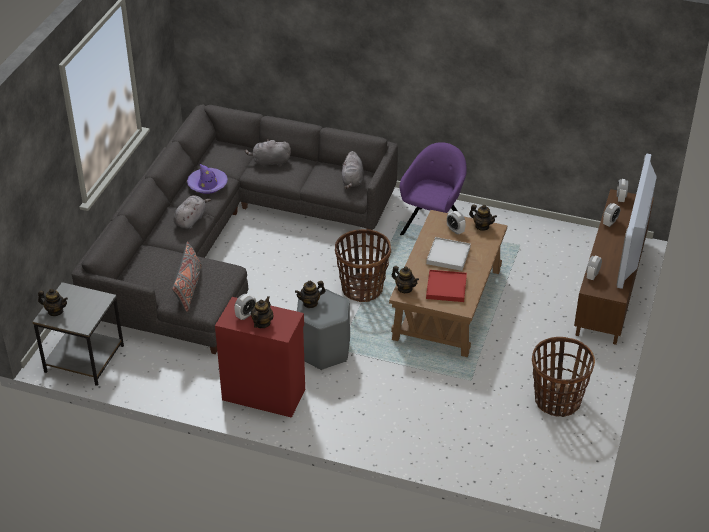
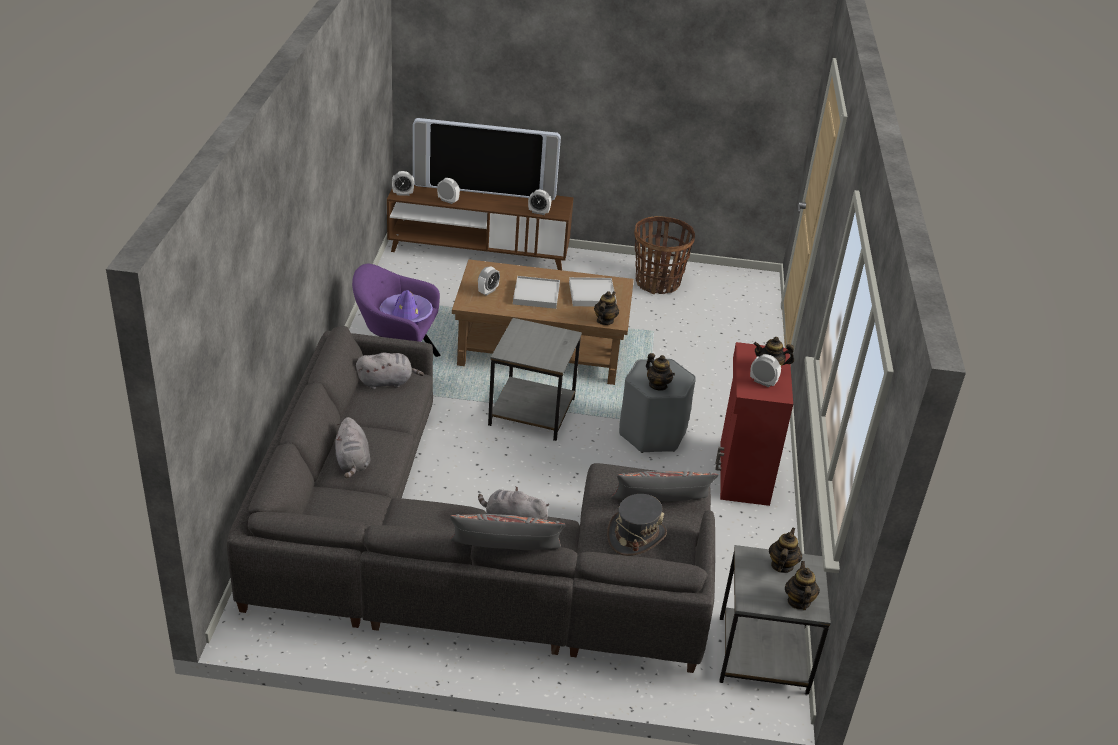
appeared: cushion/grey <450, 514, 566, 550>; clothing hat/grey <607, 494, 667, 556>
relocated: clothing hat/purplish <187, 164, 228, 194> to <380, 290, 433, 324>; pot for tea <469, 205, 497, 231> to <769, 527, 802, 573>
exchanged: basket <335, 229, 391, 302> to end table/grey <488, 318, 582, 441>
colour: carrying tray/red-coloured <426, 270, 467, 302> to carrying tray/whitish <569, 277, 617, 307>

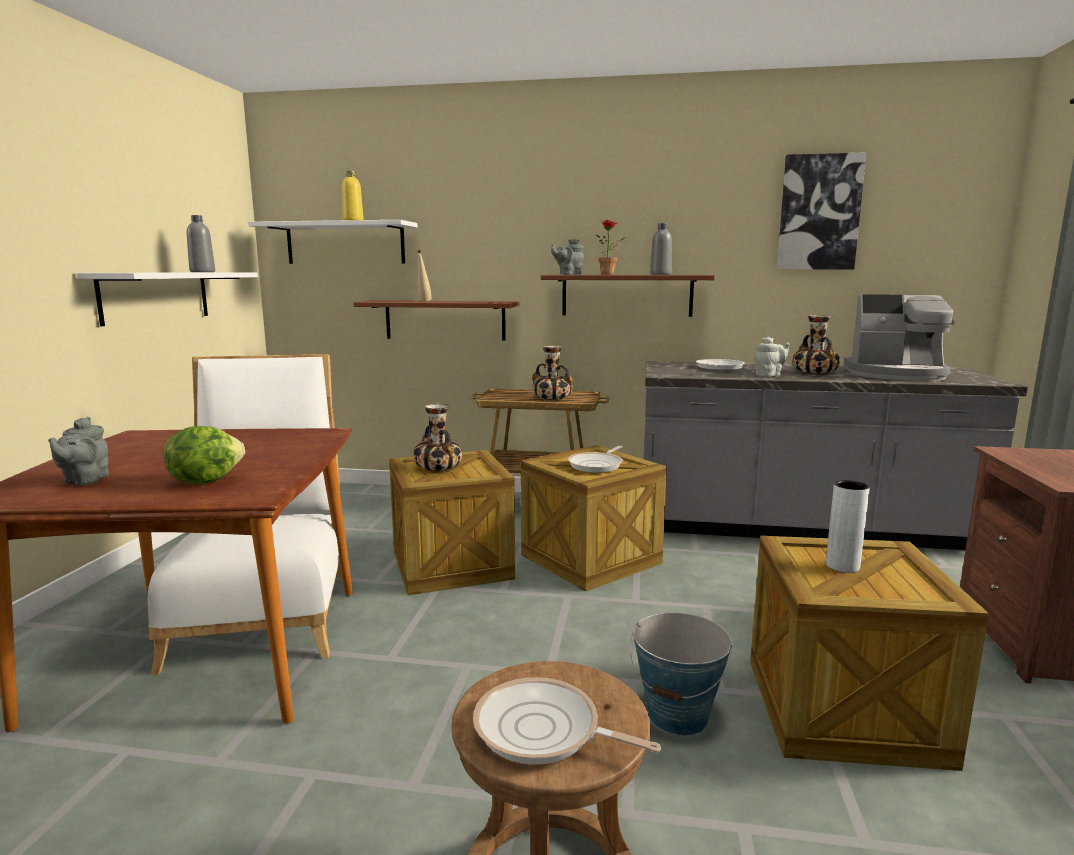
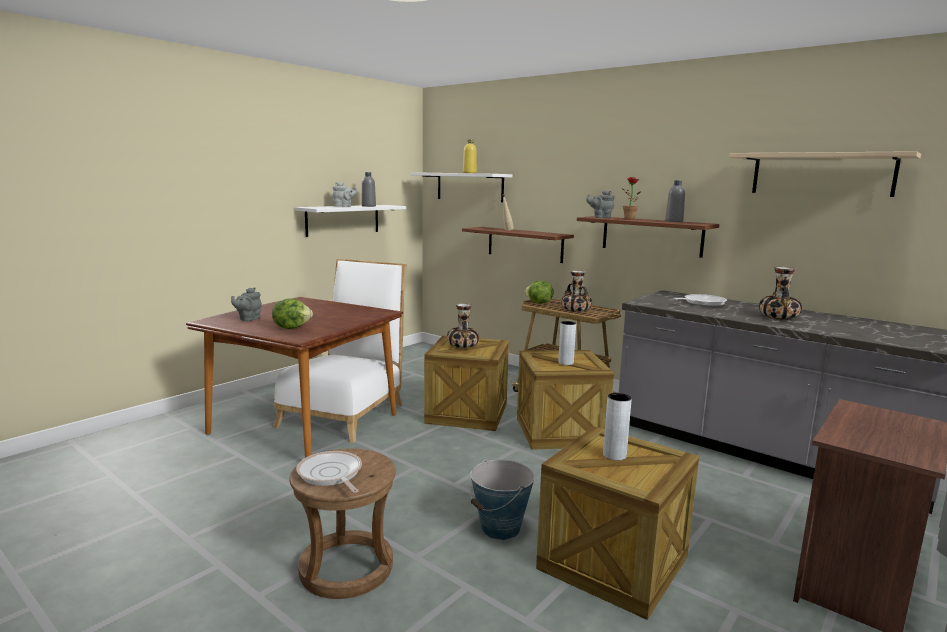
missing: coffee machine <844, 294, 955, 381>
appeared: head of lettuce <525, 281, 554, 304>
relocated: pot for tea/grey <755, 337, 789, 377> to <332, 182, 358, 207>
exchanged: frying pan <568, 446, 623, 473> to flower vase/grey <558, 321, 576, 365>; wall art <777, 152, 866, 270> to bracket shelf/beige <729, 151, 921, 197>

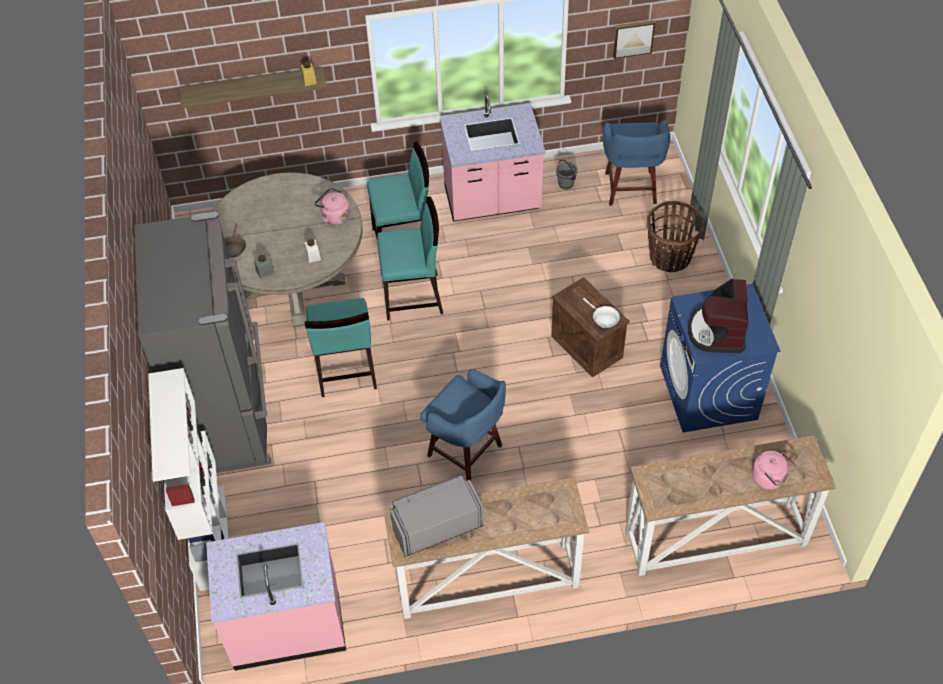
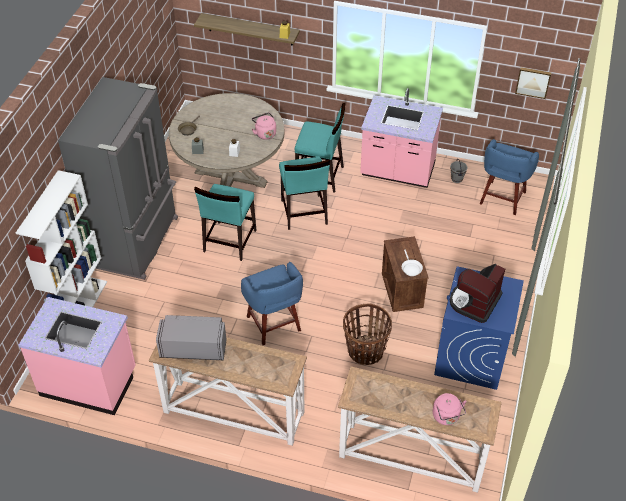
relocated: basket <647, 201, 704, 272> to <343, 304, 392, 365>
spun: chair/turquoise <377, 197, 443, 320> = <279, 157, 330, 230> 60 degrees clockwise

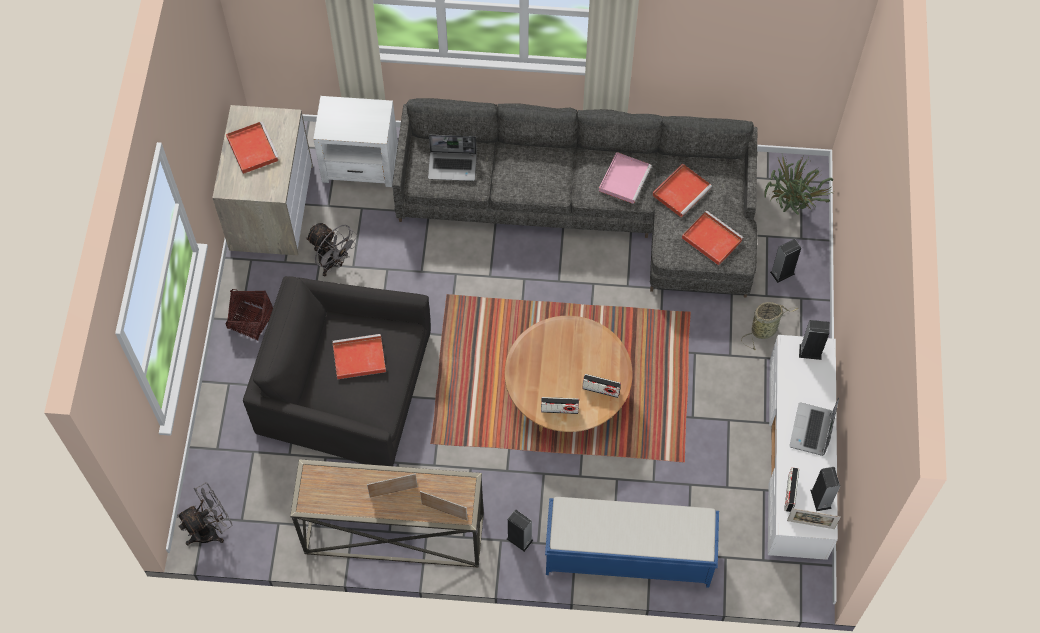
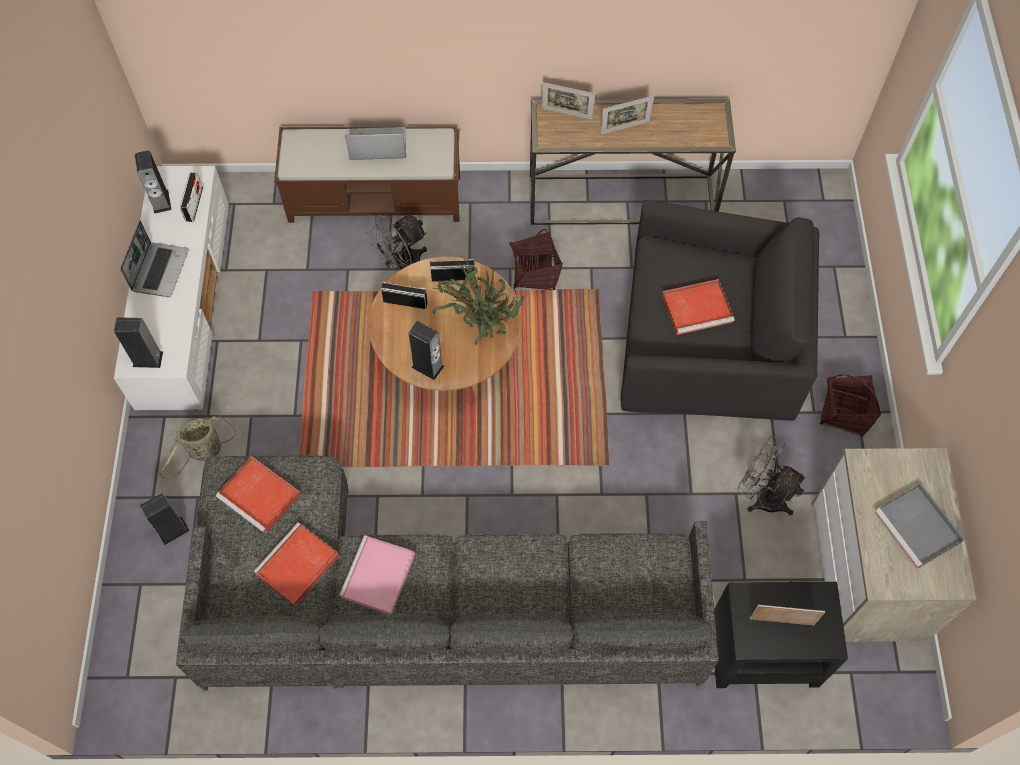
appeared: basket <510, 229, 563, 290>
relocated: fan/grey <176, 482, 233, 545> to <365, 214, 427, 272>; notebook computer <428, 135, 477, 181> to <345, 127, 406, 160>; speaker <507, 509, 534, 552> to <408, 321, 444, 380>; plant in a pot <764, 154, 834, 215> to <433, 257, 524, 345>; standing frame <787, 508, 841, 529> to <750, 605, 825, 625>
colour: carrying tray/red-coloured <226, 121, 279, 174> to carrying tray/grey <875, 484, 965, 569>; end table/whitish <313, 96, 398, 187> to end table/black-coloured <714, 582, 848, 688>; long seat/blue-coloured <545, 497, 719, 588> to long seat/brown <274, 126, 460, 223>

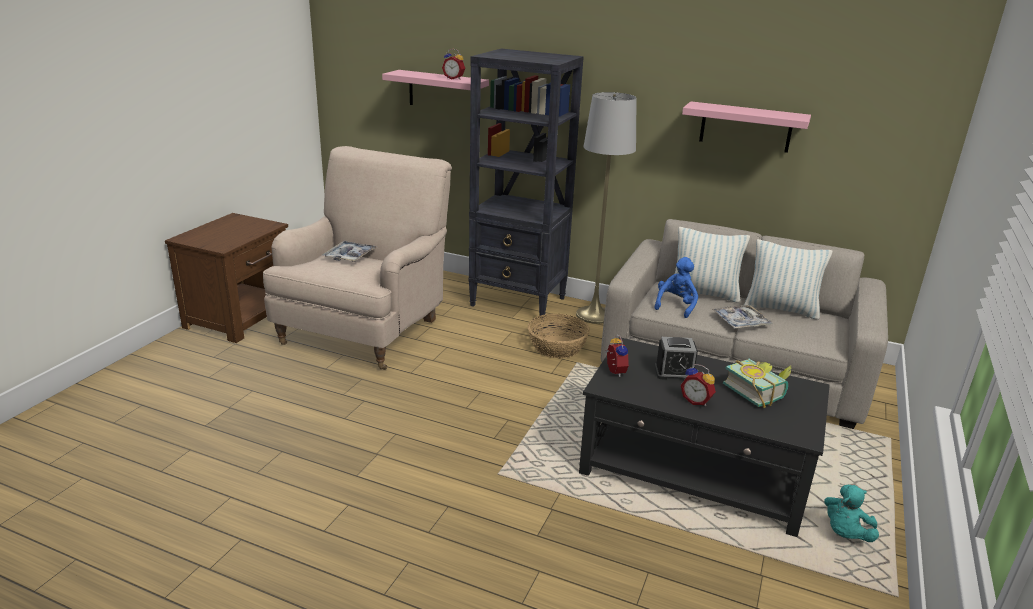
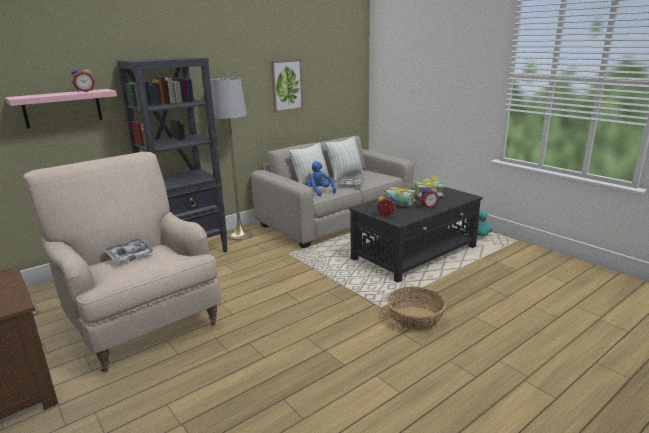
relocated: basket <528, 314, 590, 358> to <387, 286, 446, 331>
exchanged: alarm clock <654, 337, 698, 380> to bound book <383, 187, 416, 207>; bracket shelf/pinkish <682, 101, 811, 153> to wall art <271, 59, 303, 113>

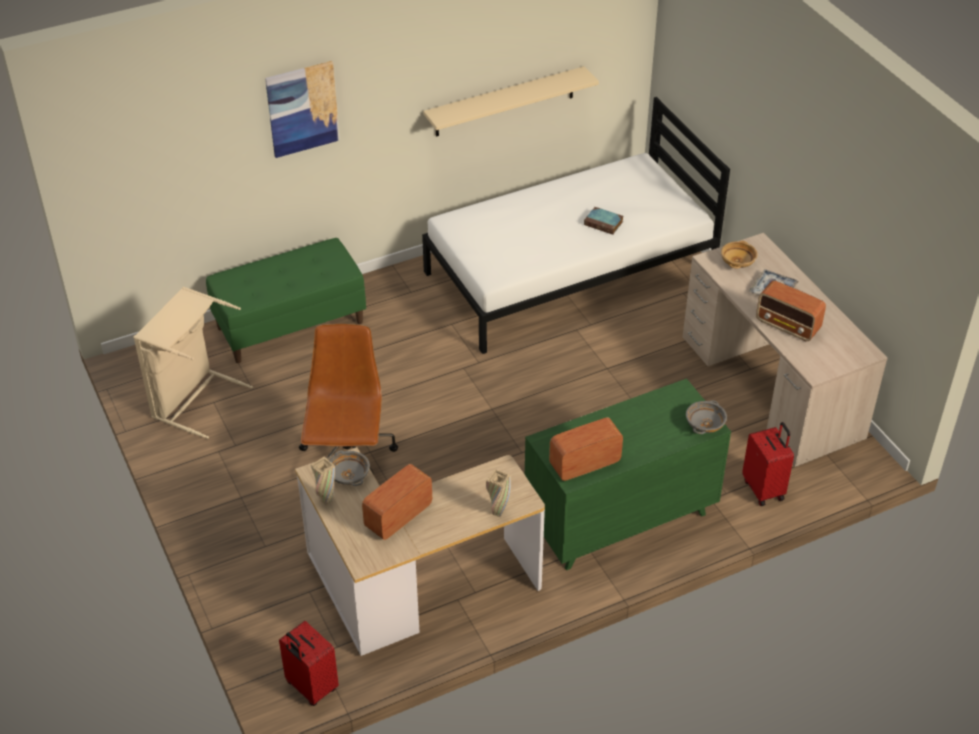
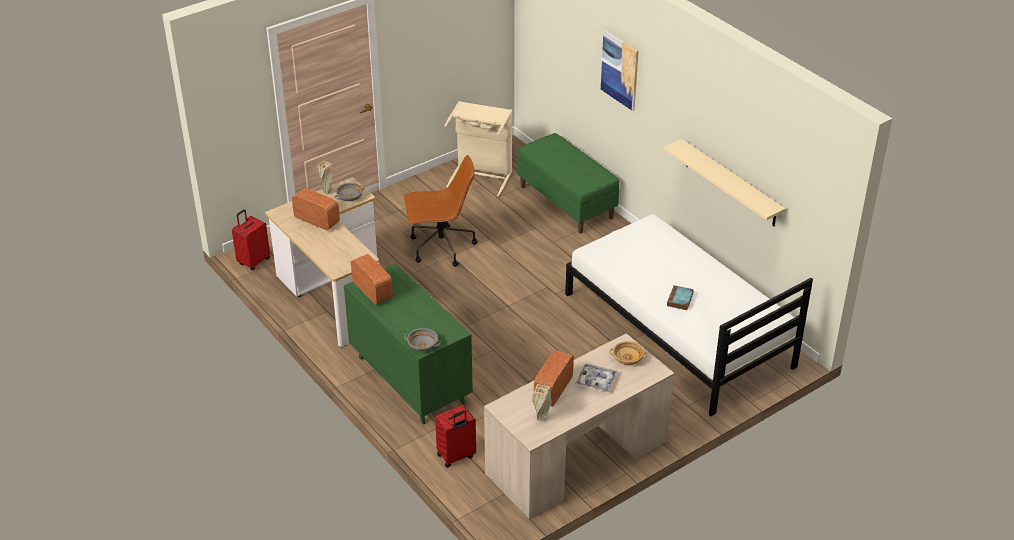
relocated: flower vase/beige <486, 469, 511, 517> to <532, 384, 551, 422>

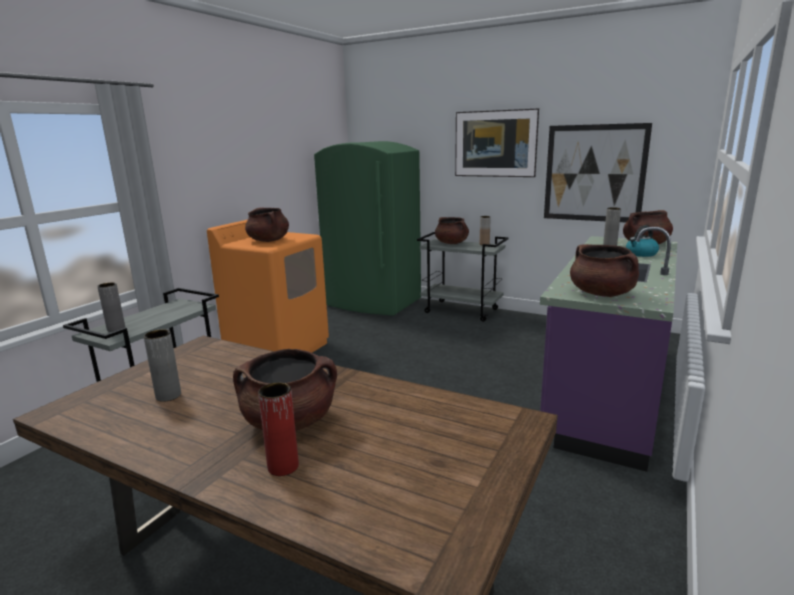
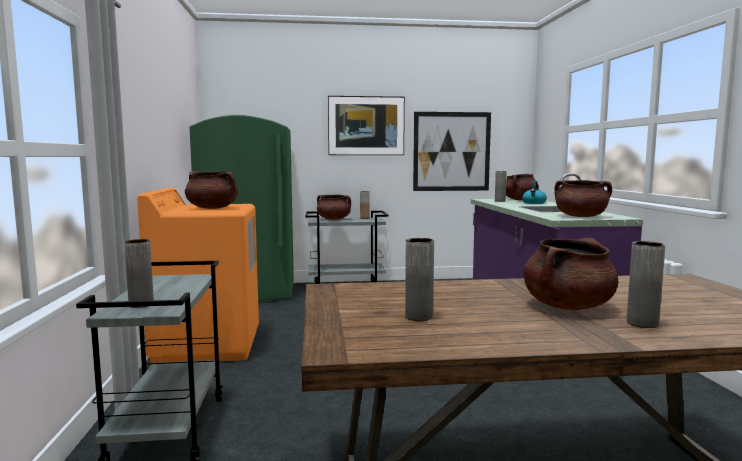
colour: flower vase/red-coloured <258, 383, 299, 476> to flower vase/grey <627, 241, 666, 328>

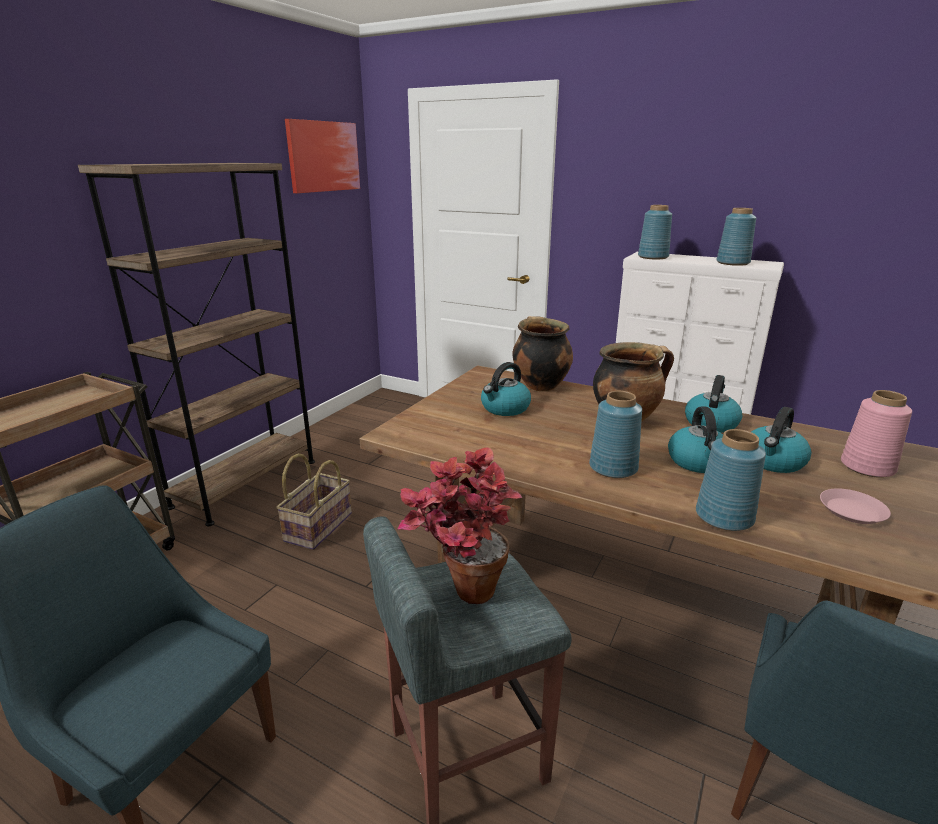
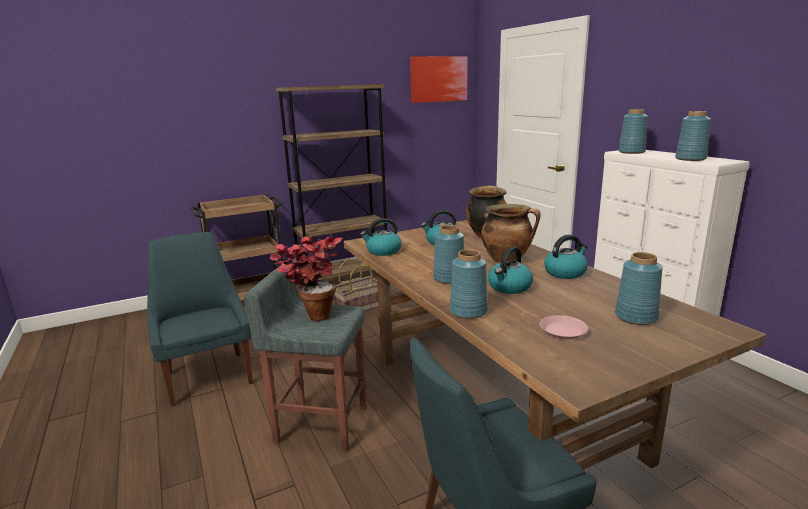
relocated: water kettle <751, 407, 812, 473> to <360, 218, 402, 256>
colour: flower vase/pinkish <841, 390, 912, 478> to flower vase/blue-coloured <615, 252, 663, 325>

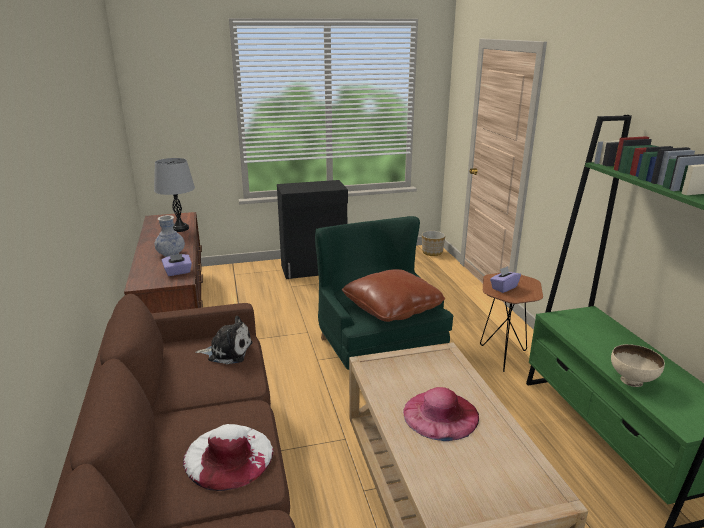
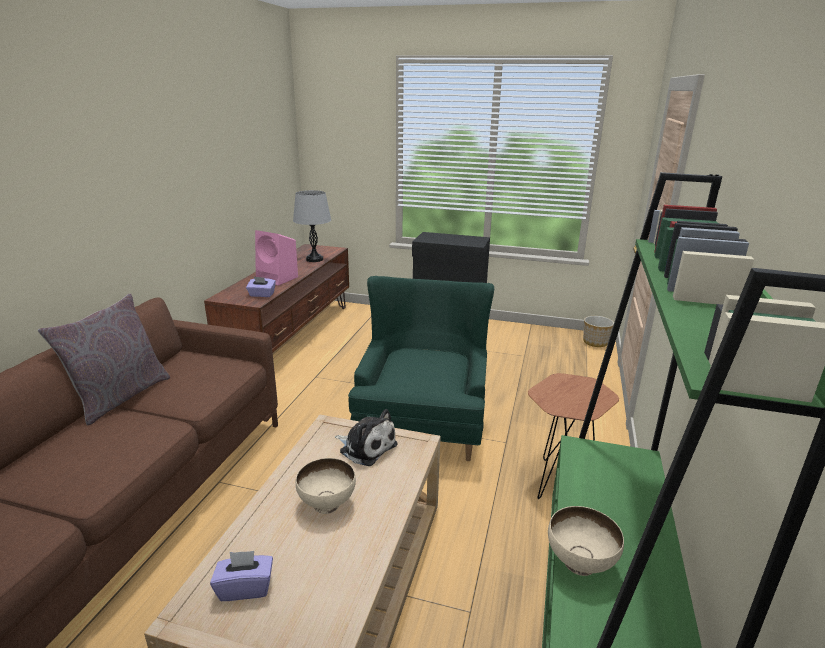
missing: clothing hat/whitish <183, 424, 273, 491>; cushion/brown <342, 269, 445, 322>
appeared: cushion/grey <38, 294, 170, 425>
relocated: plush toy <195, 316, 253, 364> to <335, 409, 398, 466>; box of tissues/purplish <490, 266, 521, 293> to <210, 551, 273, 601>
exchanged: flower vase <155, 215, 185, 257> to speaker/pinkish <255, 230, 298, 286>; clothing hat/pinkish <403, 387, 479, 441> to serving bowl/beige <296, 458, 356, 514>

